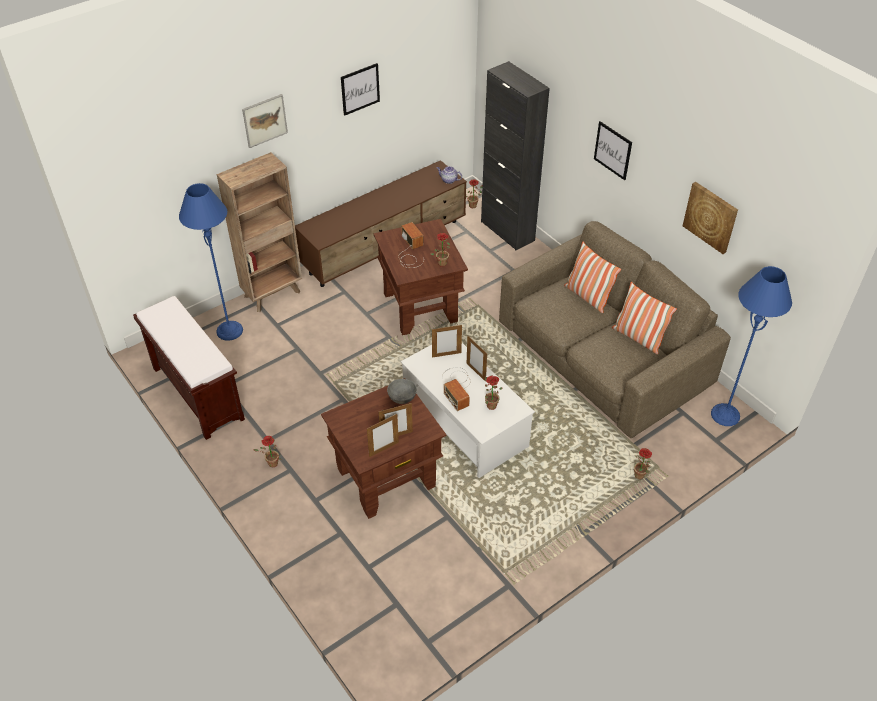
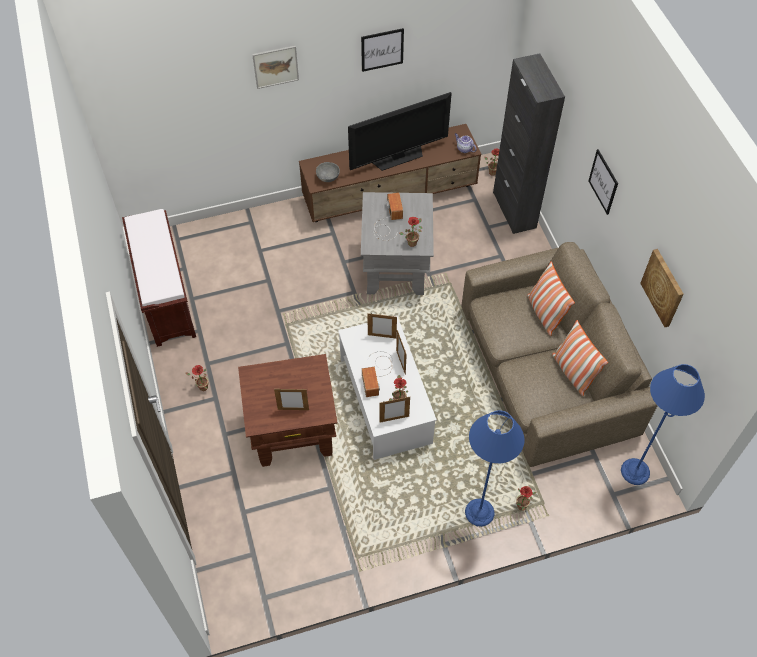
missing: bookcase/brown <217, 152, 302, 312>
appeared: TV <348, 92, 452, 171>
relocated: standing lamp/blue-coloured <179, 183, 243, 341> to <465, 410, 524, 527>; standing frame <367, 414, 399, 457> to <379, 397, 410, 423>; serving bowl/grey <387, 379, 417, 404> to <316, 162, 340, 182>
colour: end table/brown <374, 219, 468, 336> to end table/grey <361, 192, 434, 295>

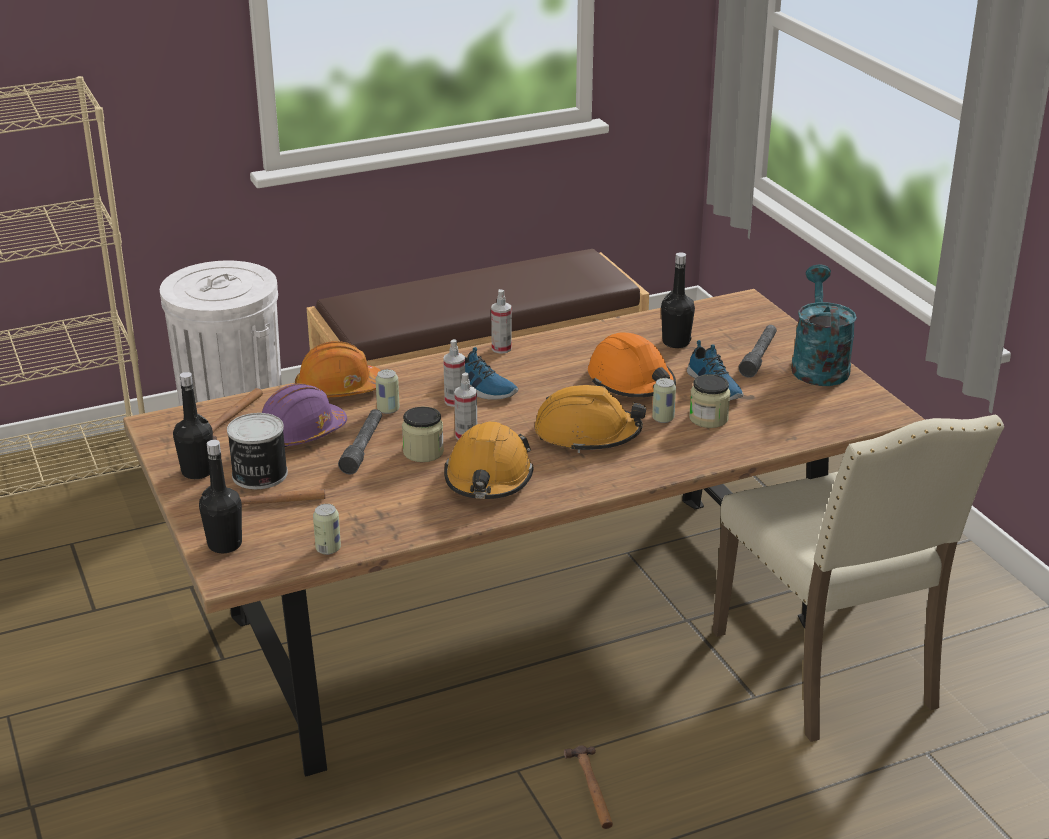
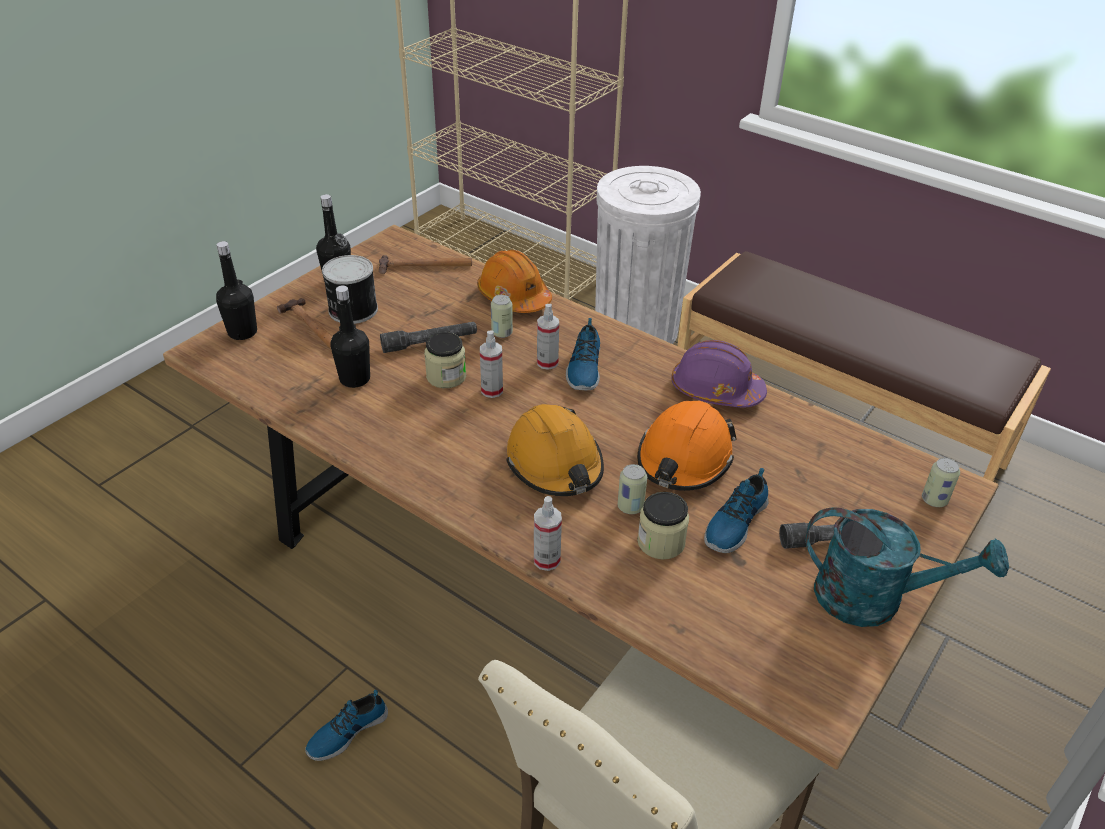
missing: safety helmet/orangey <444, 422, 533, 499>
relocated: safety helmet/purplish <262, 383, 347, 447> to <671, 340, 767, 408>; metal can <313, 504, 341, 555> to <922, 458, 960, 507>; spray bottle <491, 289, 512, 354> to <534, 496, 562, 571>; bottle/black-coloured <661, 252, 695, 348> to <330, 285, 370, 388>
exchanged: tool hammer <564, 745, 613, 829> to item of footwear <305, 689, 388, 761>
spun: watering pot/turquoise <791, 264, 857, 386> = <806, 507, 1009, 627> 45 degrees clockwise

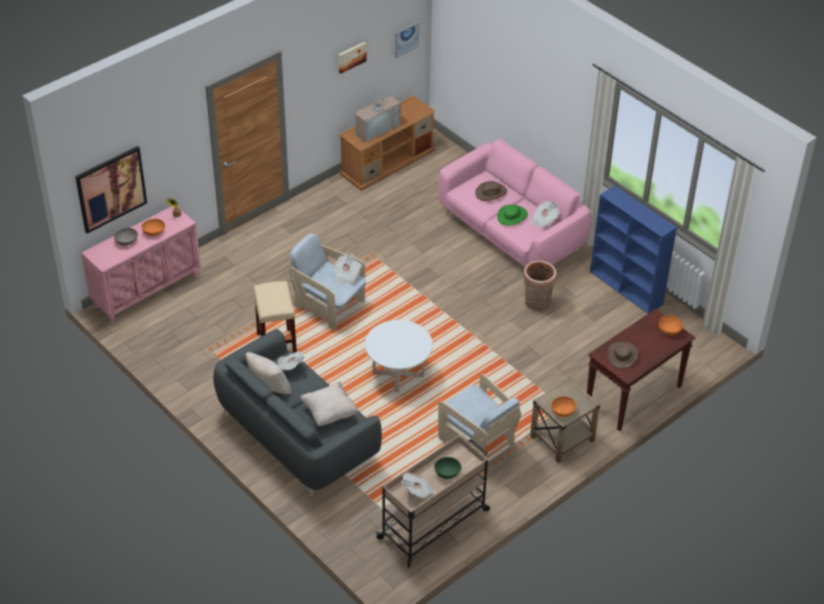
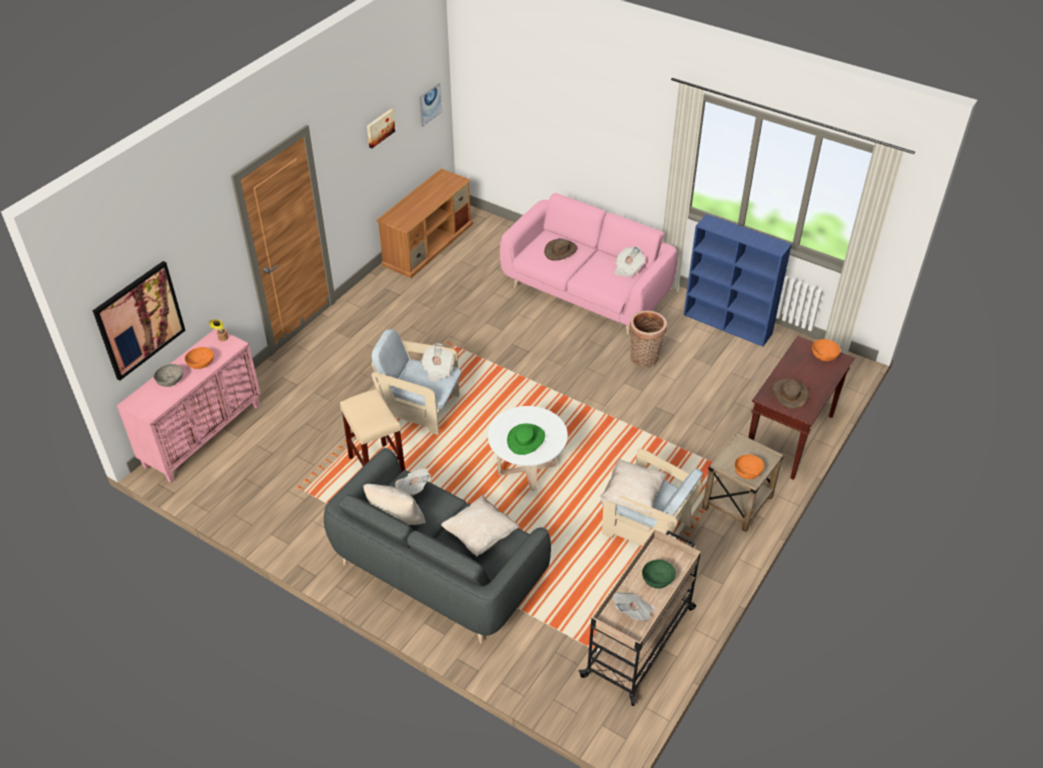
missing: TV <355, 83, 401, 142>
appeared: cushion/beige <600, 459, 668, 514>
relocated: clothing hat/green <497, 205, 528, 226> to <507, 423, 545, 455>

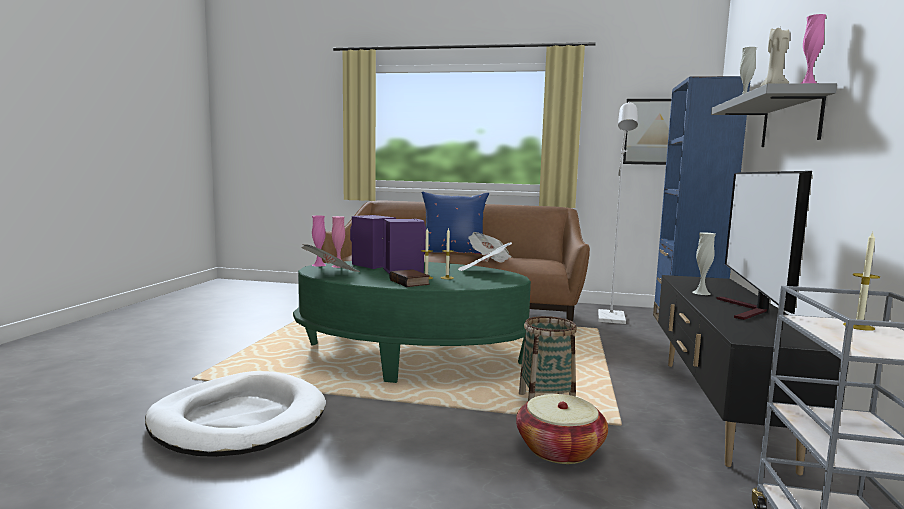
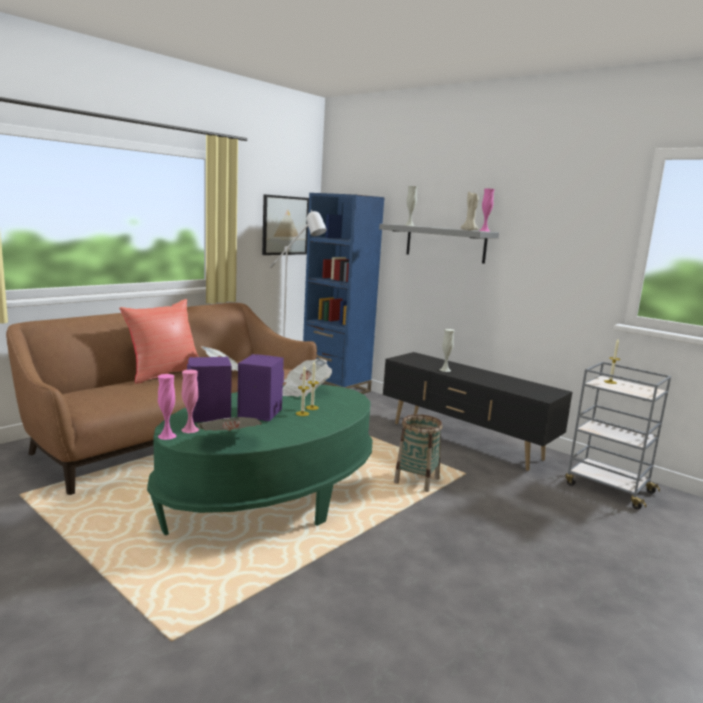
missing: dog bed/whitish <145, 371, 326, 457>; bound book <389, 269, 430, 287>; basket <516, 394, 608, 464>; TV <717, 171, 812, 320>
colour: cushion/blue-coloured <421, 192, 489, 254> to cushion/red-coloured <119, 299, 199, 384>

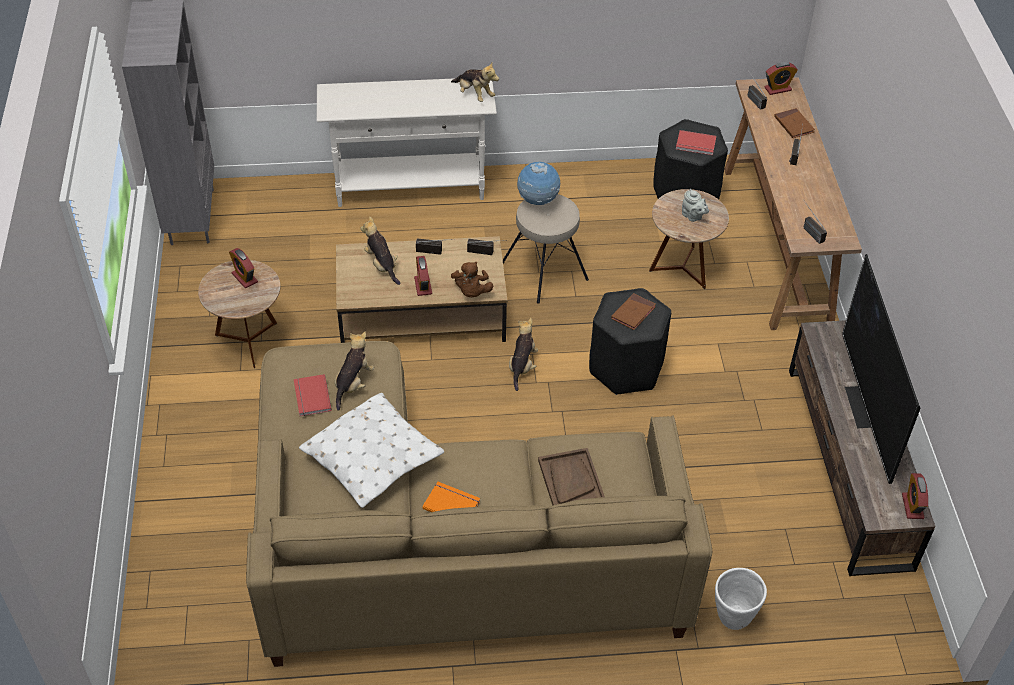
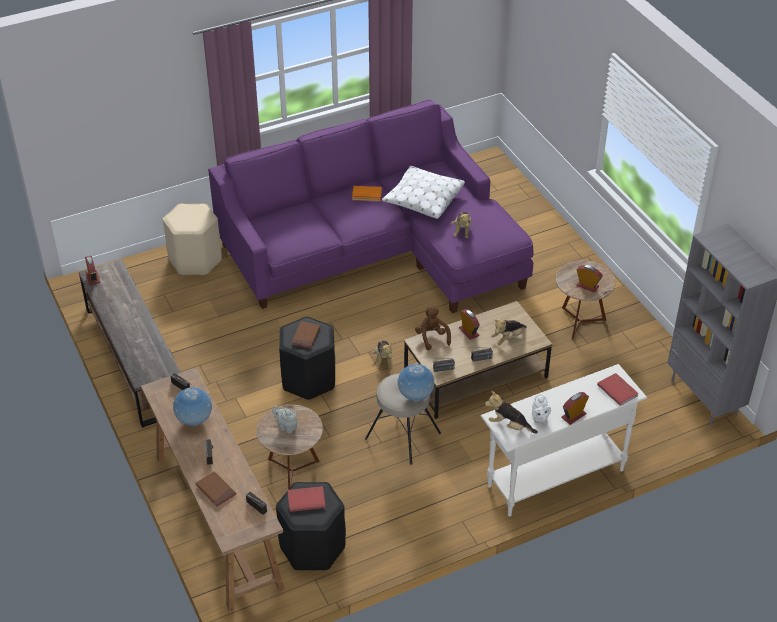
missing: carrying tray/brown <538, 448, 605, 506>; TV <842, 254, 921, 484>
appeared: desk globe <173, 387, 212, 426>; pot for tea/whitish <532, 394, 551, 424>
relocated: bound book/red-coloured <293, 374, 332, 416> to <597, 373, 639, 406>; alarm clock <765, 62, 798, 95> to <562, 392, 589, 425>
exchanged: plant pot/whitish <715, 568, 767, 630> to sitting stool/beige <163, 203, 222, 275>
colour: couch/beige <246, 341, 712, 667> to couch/purplish <208, 100, 534, 313>
spun: plush toy <361, 216, 400, 285> = <491, 319, 527, 345> 105 degrees clockwise

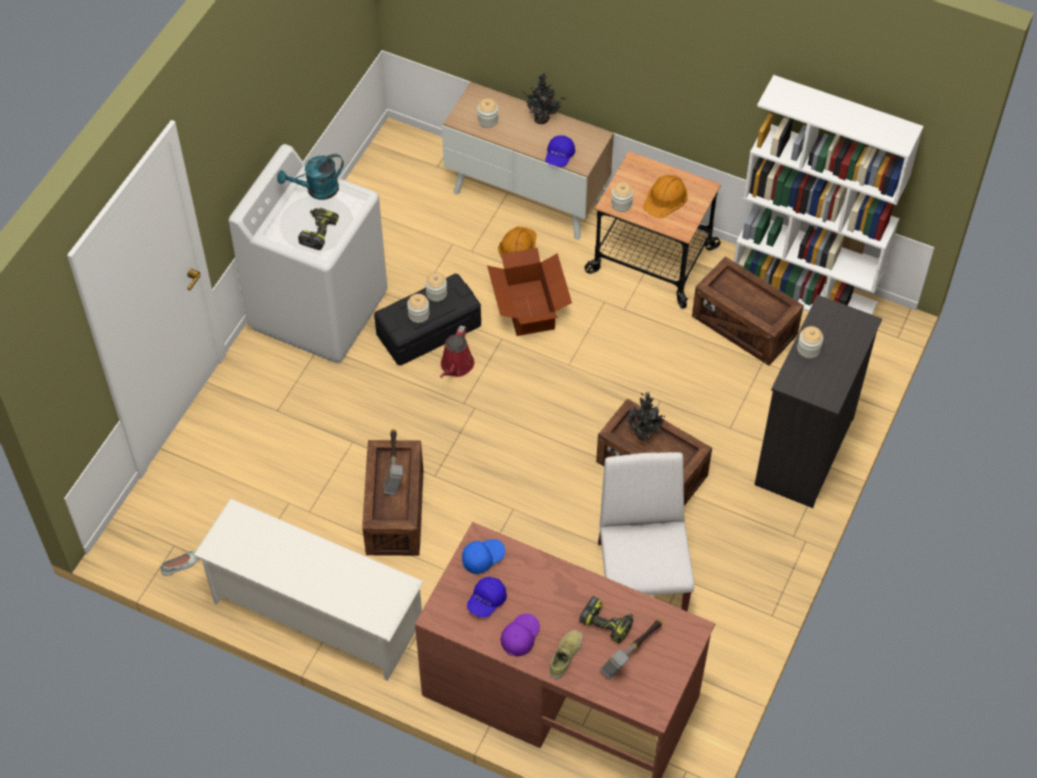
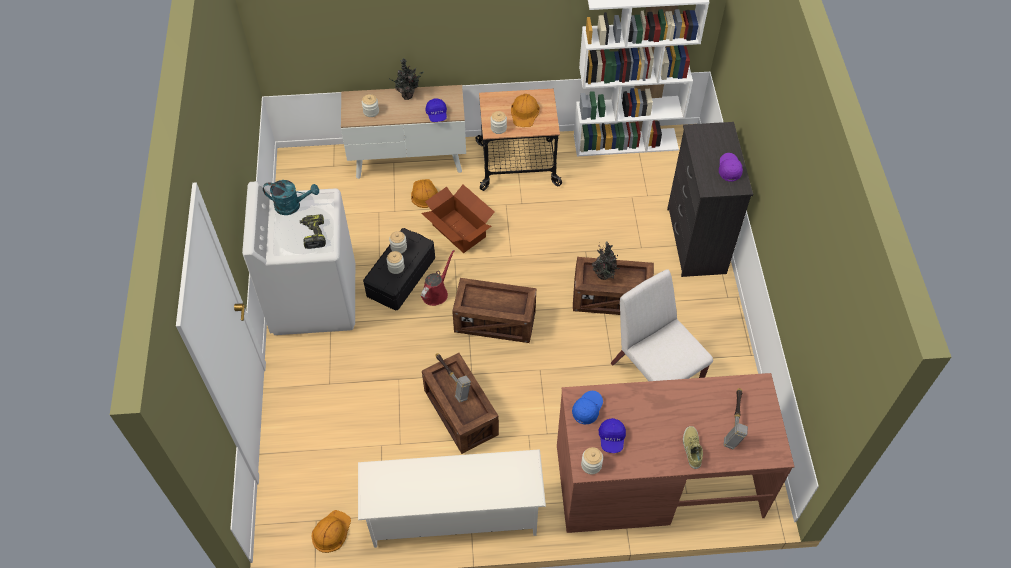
missing: power drill <579, 596, 633, 644>
relocated: peaked cap/purplish <500, 613, 540, 657> to <719, 153, 743, 182>; crate <692, 256, 804, 366> to <452, 278, 536, 343>; preserve jar <797, 326, 823, 359> to <581, 447, 603, 475>
exchanged: item of footwear/whitish <160, 550, 199, 576> to safety helmet/orangey <311, 510, 351, 553>
spun: watering pot/turquoise <277, 154, 344, 200> = <263, 180, 319, 215> 120 degrees counterclockwise; watering pot/red-coloured <440, 325, 474, 378> = <421, 250, 455, 306> 135 degrees counterclockwise

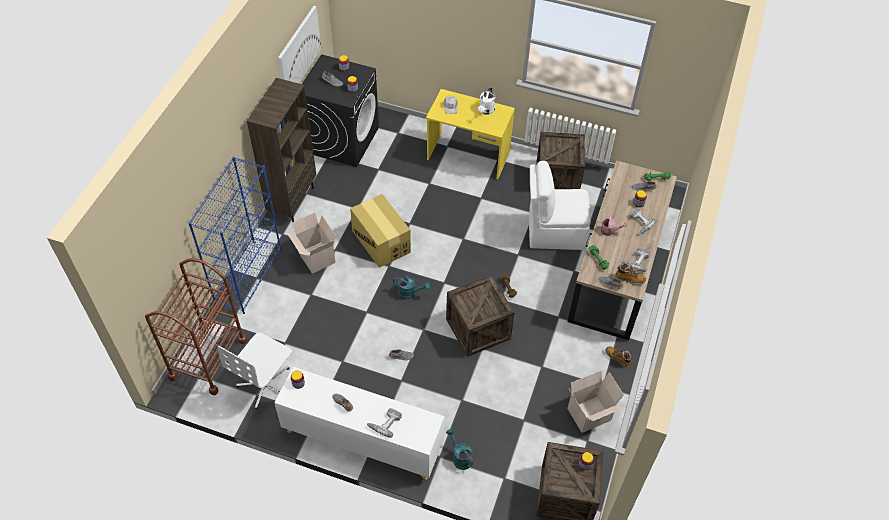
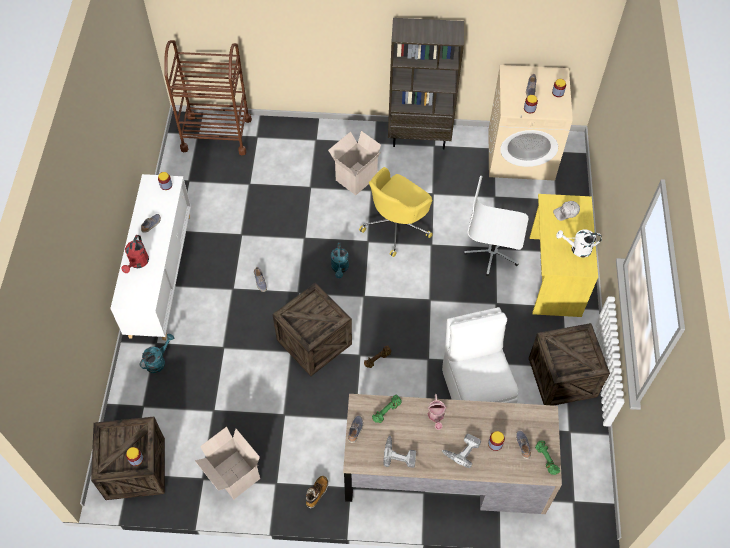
missing: bookcase/blue-coloured <188, 157, 282, 314>; wall art <278, 6, 321, 84>; boot <615, 263, 646, 285>
relocated: office chair/whitish <217, 333, 292, 409> to <464, 176, 528, 276>
exchanged: carton <350, 194, 411, 268> to office chair/yellow <359, 167, 433, 257>; power drill <367, 408, 402, 438> to watering pot/red-coloured <121, 235, 149, 273>
colour: laundry machine/black-coloured <302, 54, 379, 167> to laundry machine/beige <488, 65, 573, 181>

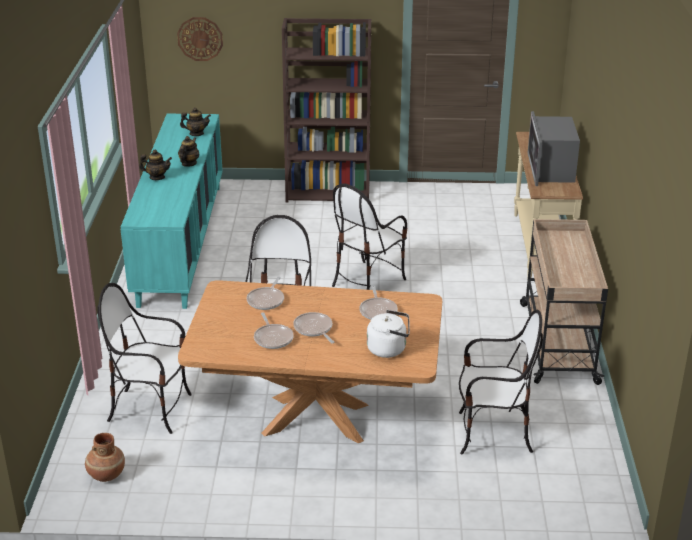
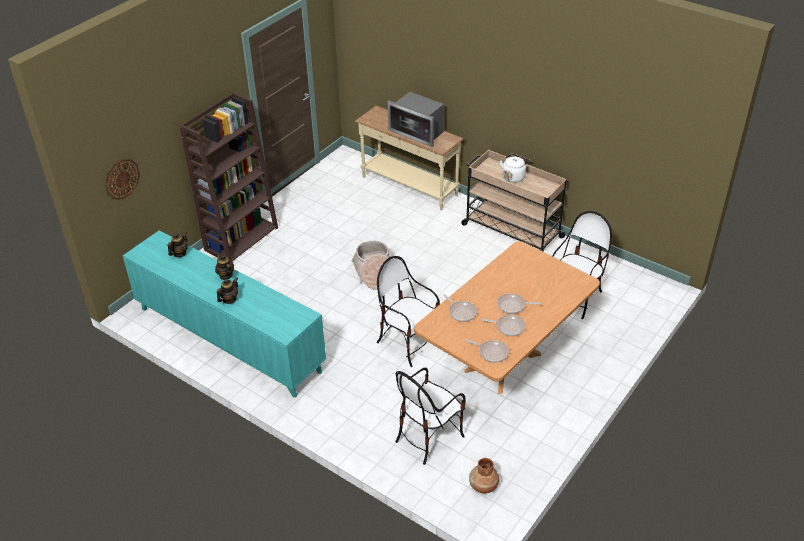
relocated: frying pan <359, 286, 398, 320> to <466, 339, 509, 362>; water kettle/whitish <367, 310, 410, 358> to <500, 154, 530, 183>
exchanged: chair <332, 184, 407, 290> to basket <352, 241, 391, 290>

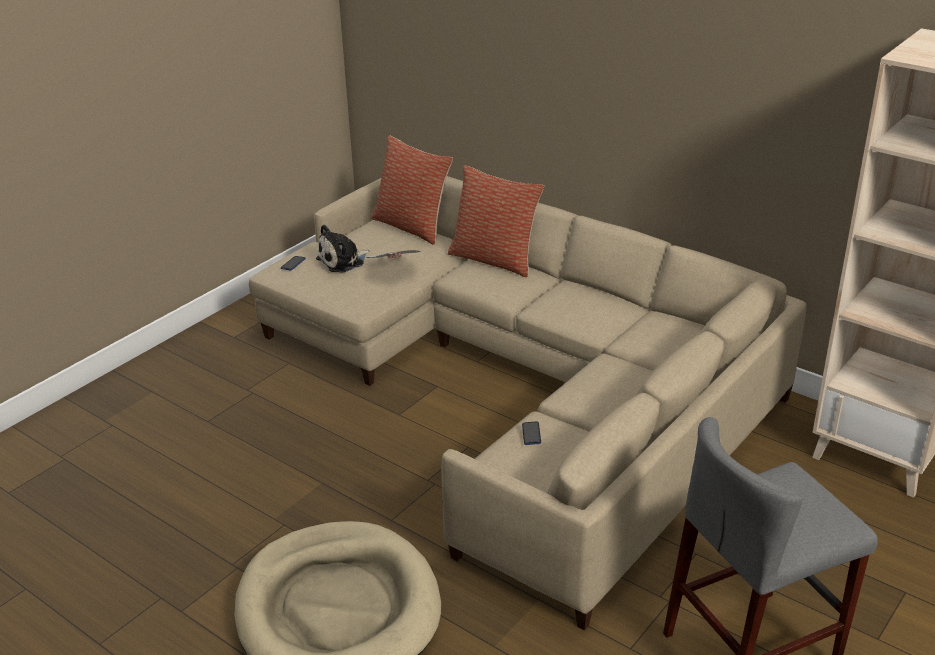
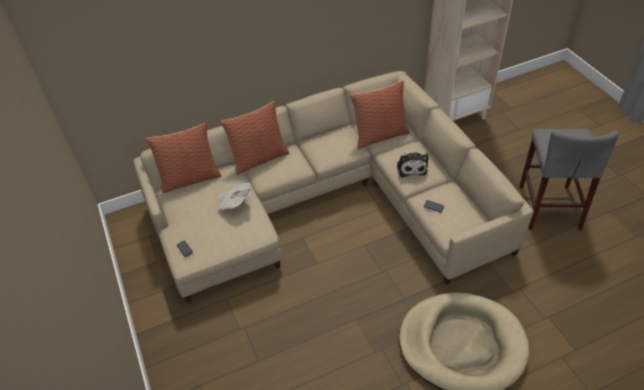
appeared: cushion <350, 80, 410, 149>
relocated: plush toy <316, 225, 370, 273> to <397, 152, 429, 177>

